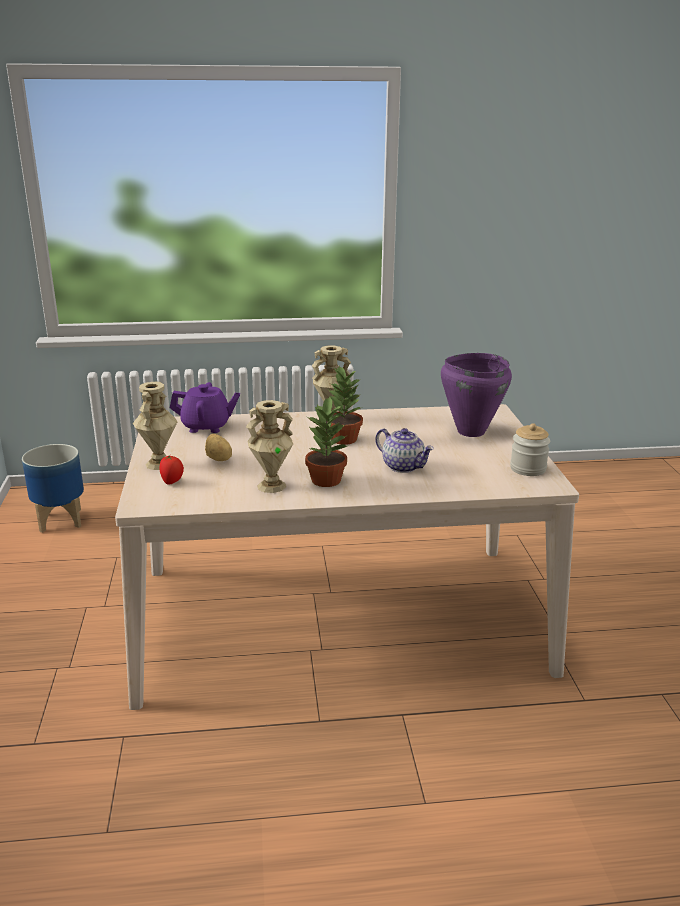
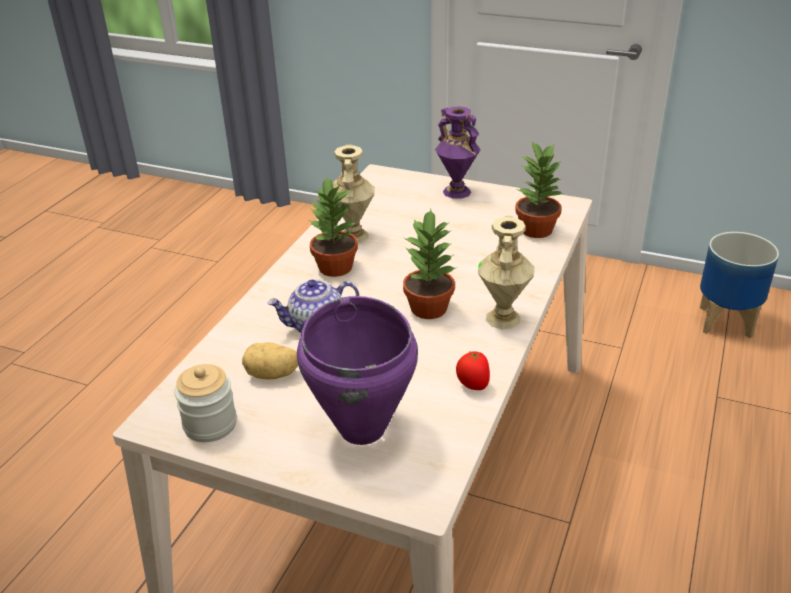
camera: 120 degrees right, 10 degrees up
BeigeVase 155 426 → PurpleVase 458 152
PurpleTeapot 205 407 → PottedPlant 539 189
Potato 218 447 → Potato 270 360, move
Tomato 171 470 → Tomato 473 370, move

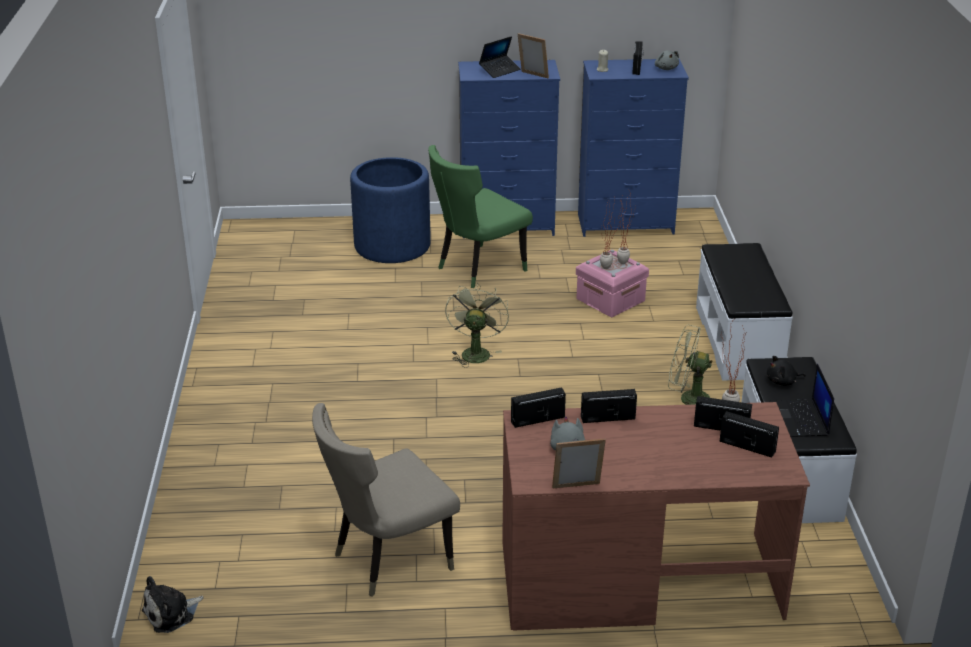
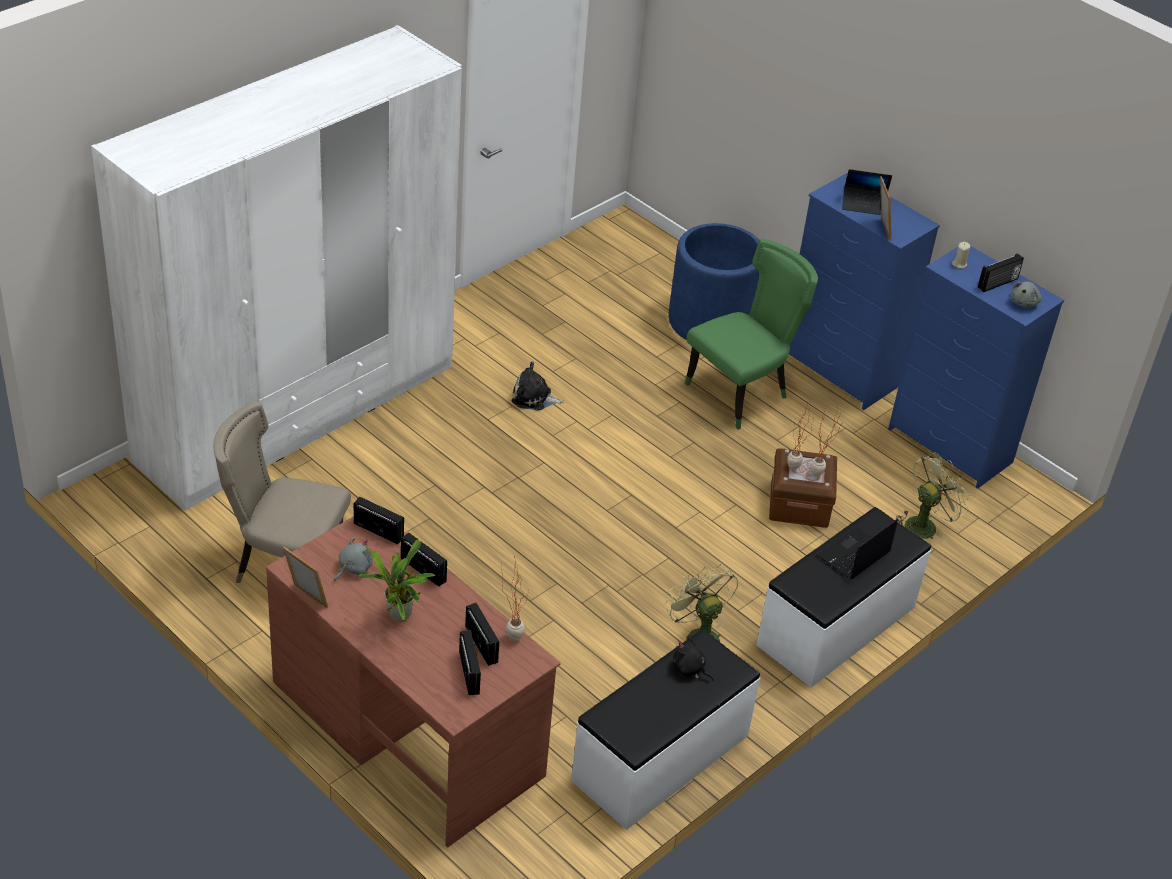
camera: 45 degrees right, 10 degrees up
GreenChair 480 216 → GreenChair 751 334, 135 degrees clockwise
PinkStorageBox 612 283 → BrownStorageBox 803 488
GreenFan 477 325 → GreenFan 933 497, move
Laptop 801 400 → Laptop 857 549, move
PlushToy 173 604 → PlushToy 538 386, move
- → WhiteWardrobe 276 268
- → PottedPlant 397 580

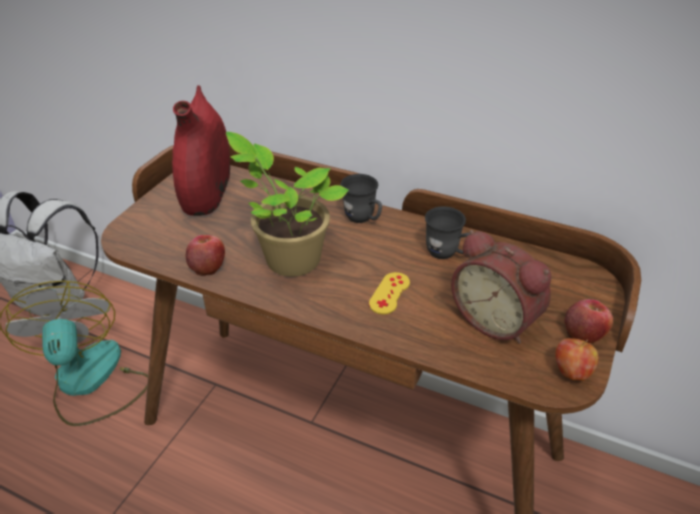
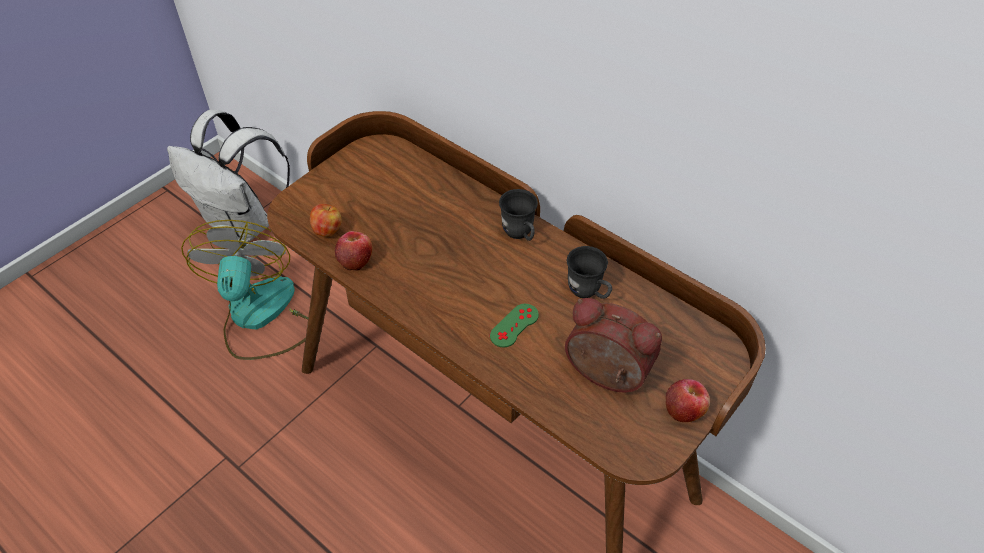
camera: 15 degrees right, 10 degrees up
RedVase 201 150 → -
PottedPlant 287 204 → -
AlarmClock 501 287 → AlarmClock 613 345, 150 degrees clockwise
YellowGameController 389 293 → GreenGameController 514 325
Apple 577 359 → Apple 326 220, move

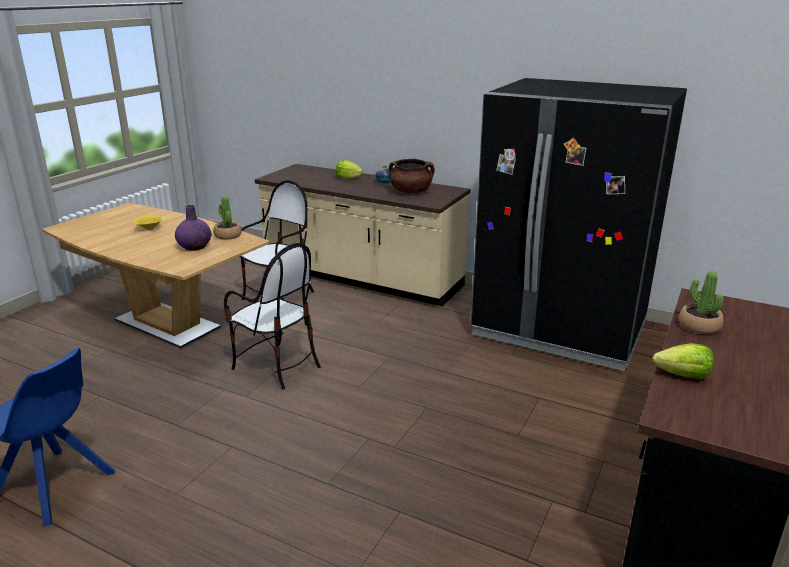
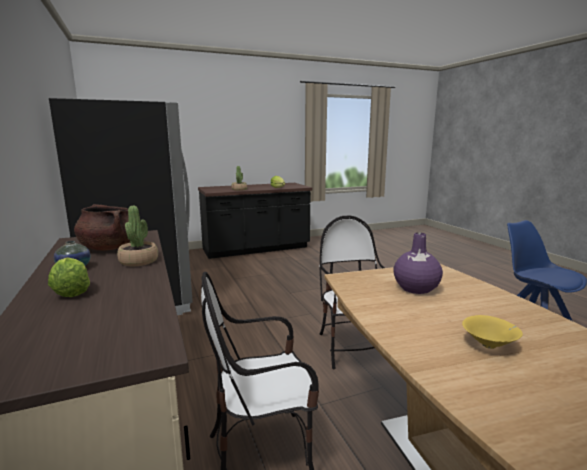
camera: 140 degrees left, 10 degrees down
PottedPlant 227 218 → PottedPlant 137 236, move

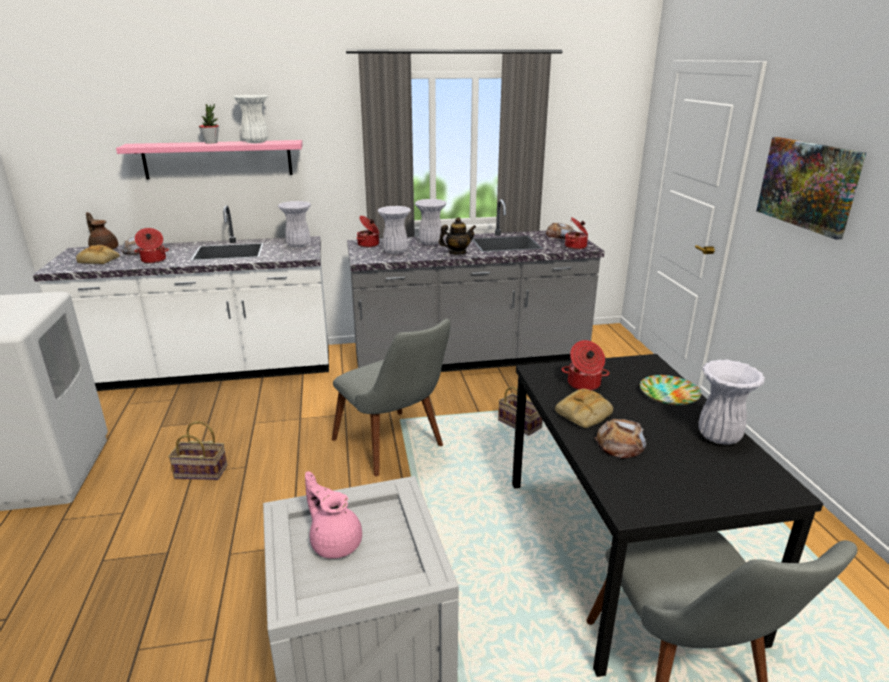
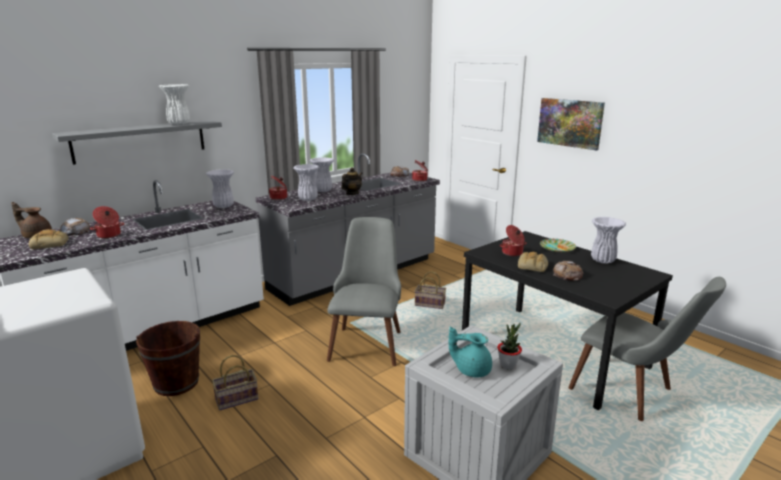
camera: 30 degrees left, 5 degrees down
PottedPlant 209 124 → PottedPlant 509 346, move
PinkShelf 209 160 → GreyShelf 137 142
GreyChair 391 398 → GreyChair 364 291, 105 degrees counterclockwise
PinkTeapot 333 515 → TurquoiseTeapot 470 352
- → BrownBucket 168 358

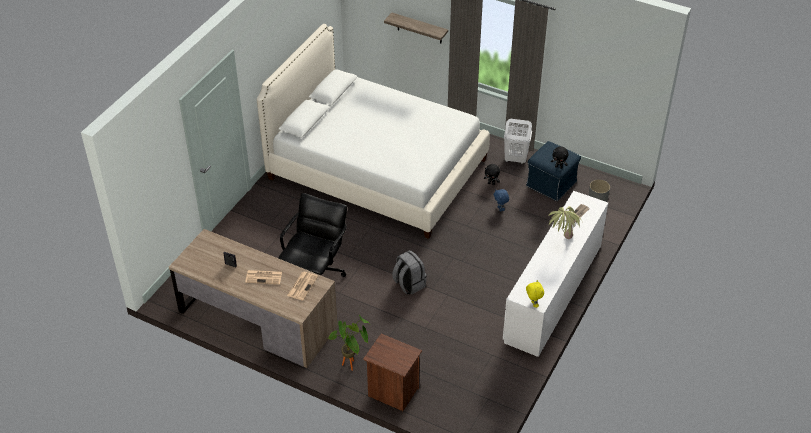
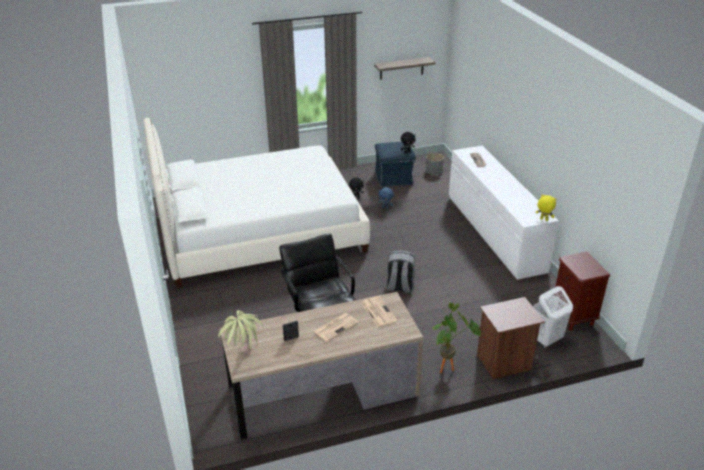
camera: 45 degrees left, 10 degrees down
Shelf 416 28 → Shelf 404 68, move
WhiteLaundryBasket 518 141 → WhiteLaundryBasket 553 317, move
PottedPlant 565 222 → PottedPlant 241 331, move
- → BrownNightstand 582 291

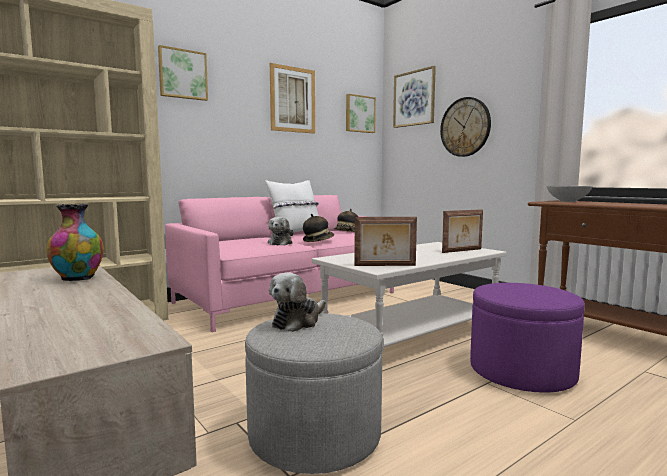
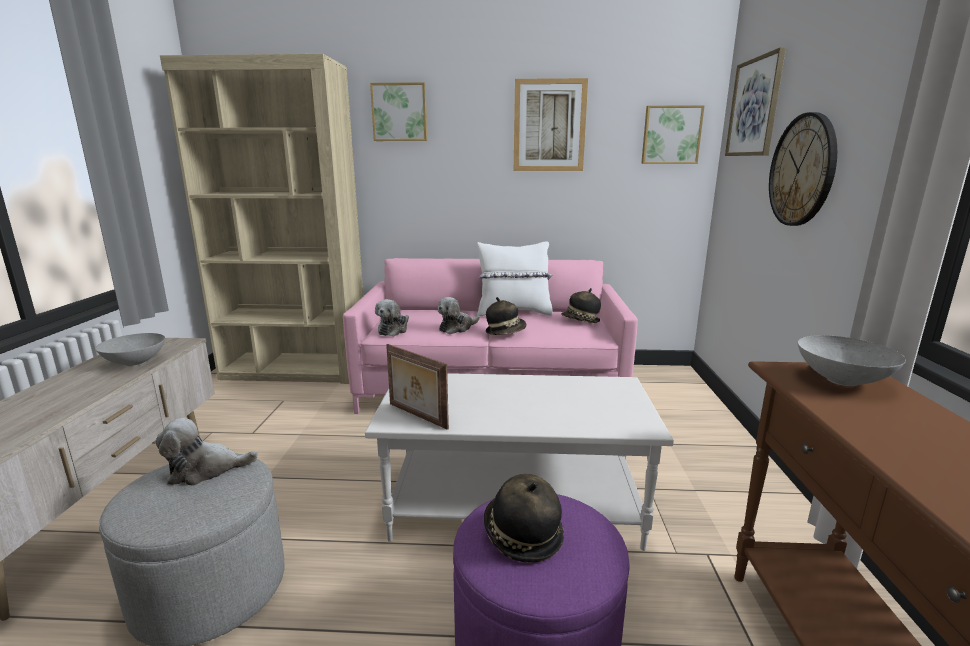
camera: 40 degrees right, 10 degrees up
Vase 75 242 → GreyBowl 130 349
PictureFrame 462 231 → -
- → PlushToy 392 317
- → Hat 524 518

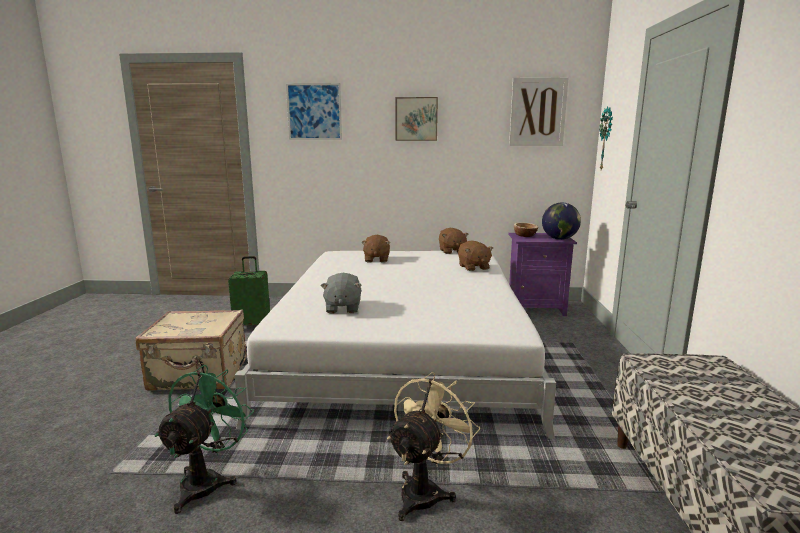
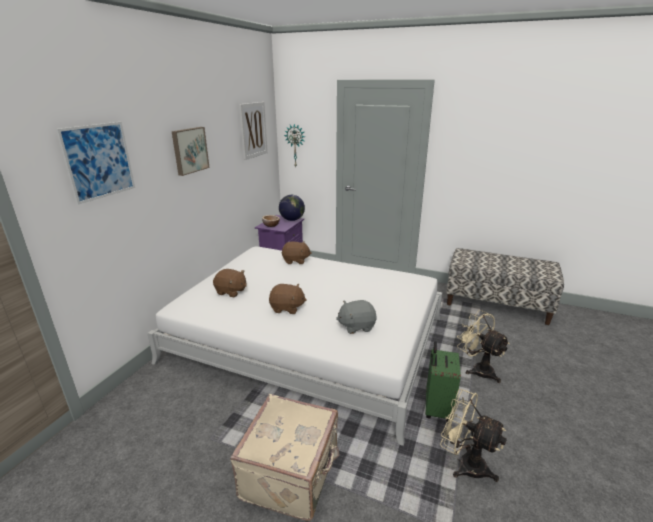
camera: 70 degrees left, 10 degrees up
BrownPlushToy 453 241 → BrownPlushToy 288 299, move
GreenSuitcase 249 290 → GreenSuitcase 443 381, move
GreyPlushToy 341 293 → GreyPlushToy 356 317, 150 degrees clockwise
GreenFan 204 439 → BeigeFan 473 435

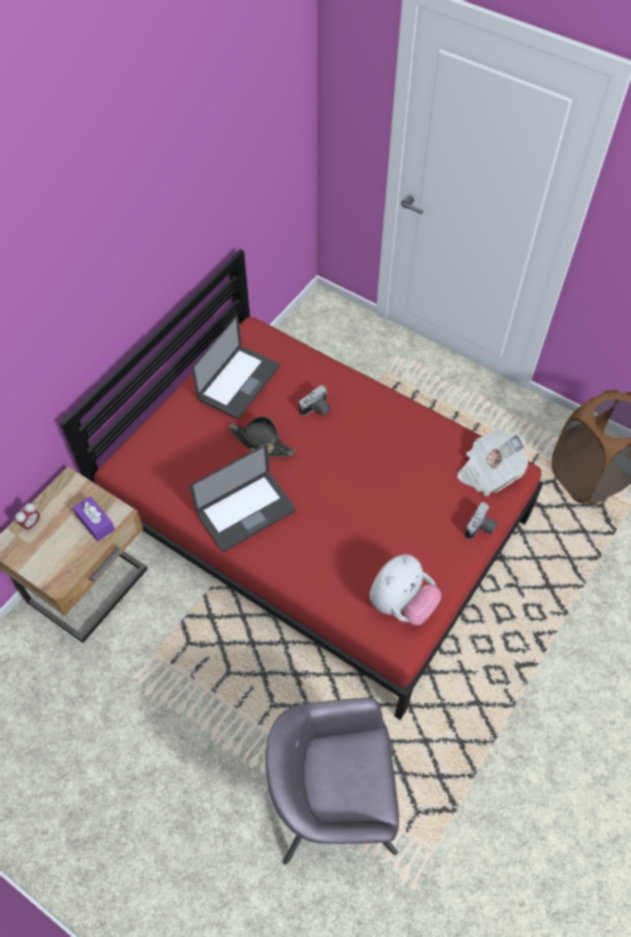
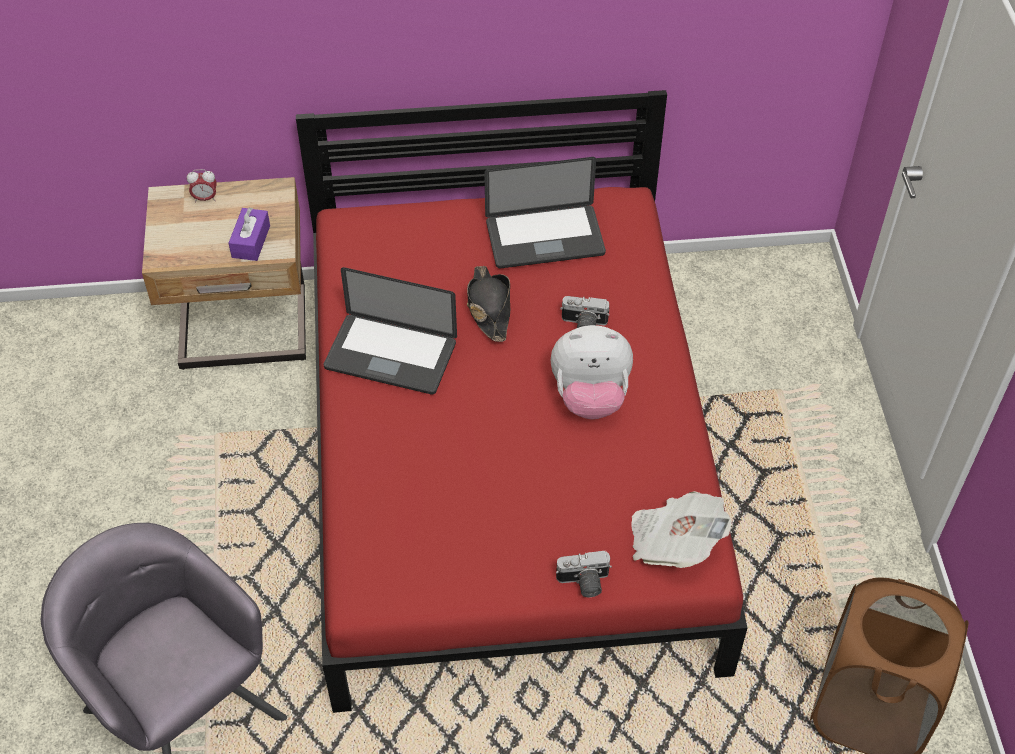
camera: 50 degrees right, 5 degrees down
PlushToy 405 590 → PlushToy 592 372, move

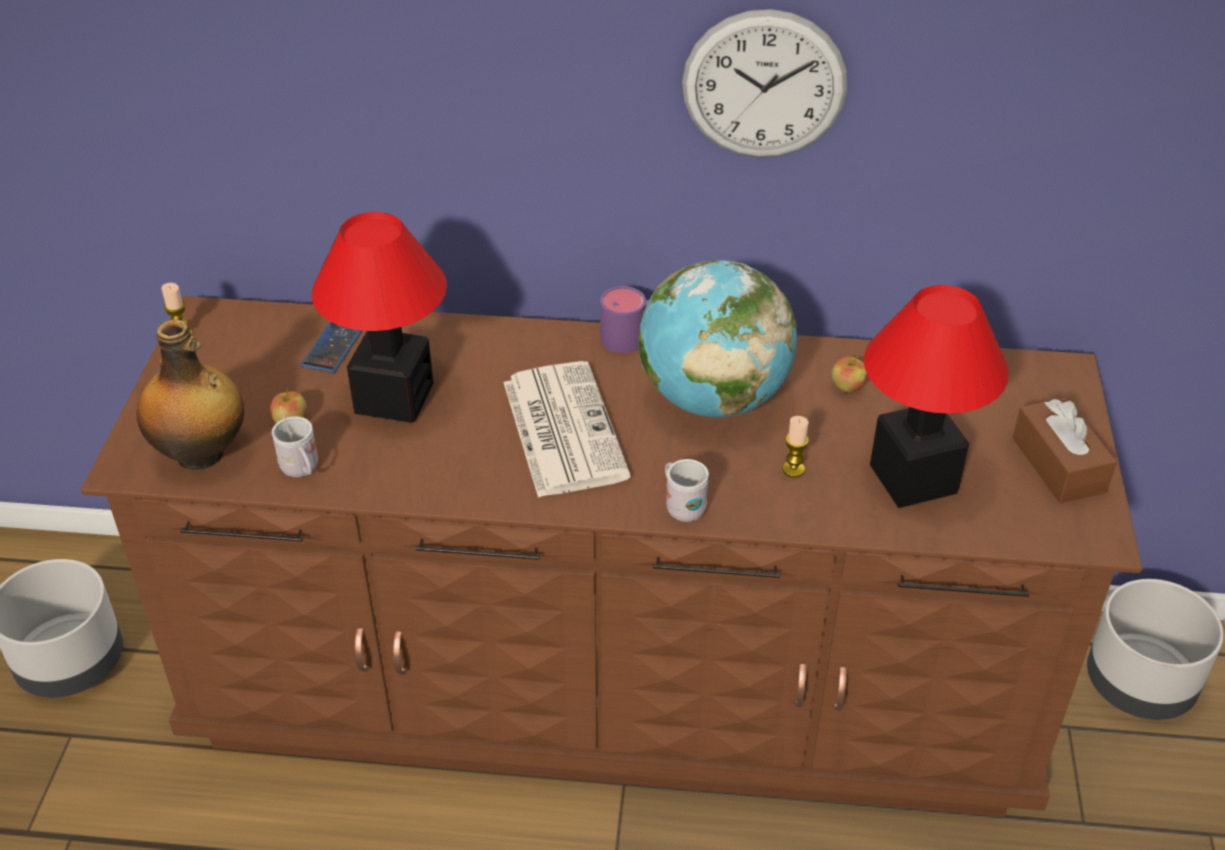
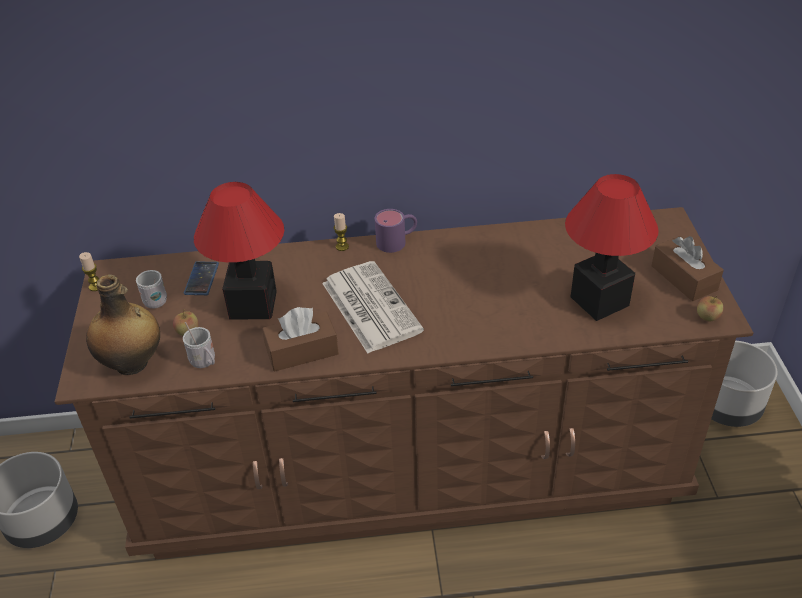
camera: 10 degrees left, 0 degrees up
WallClock 764 83 → -
Globe 718 339 → -
Apple 849 373 → Apple 710 308, move
Candle 796 446 → Candle 341 232, move
WhiteMug 687 490 → WhiteMug 151 289, move
- → BrownTissueBox 300 339

